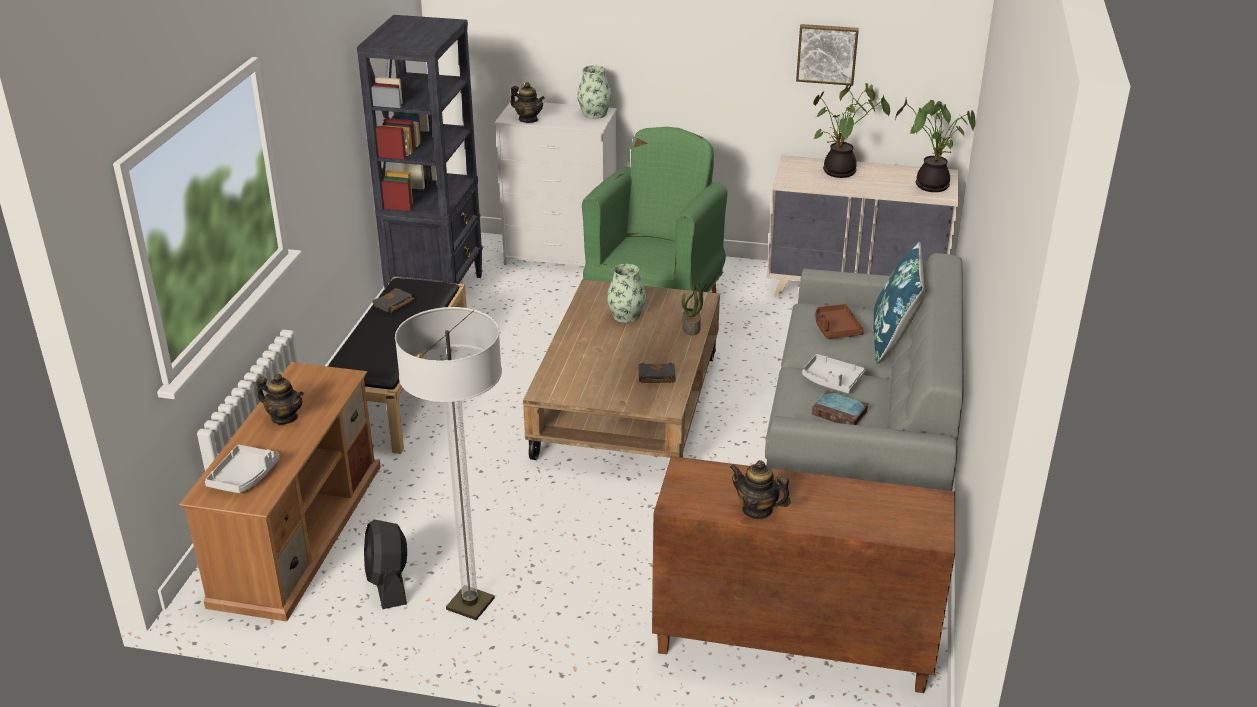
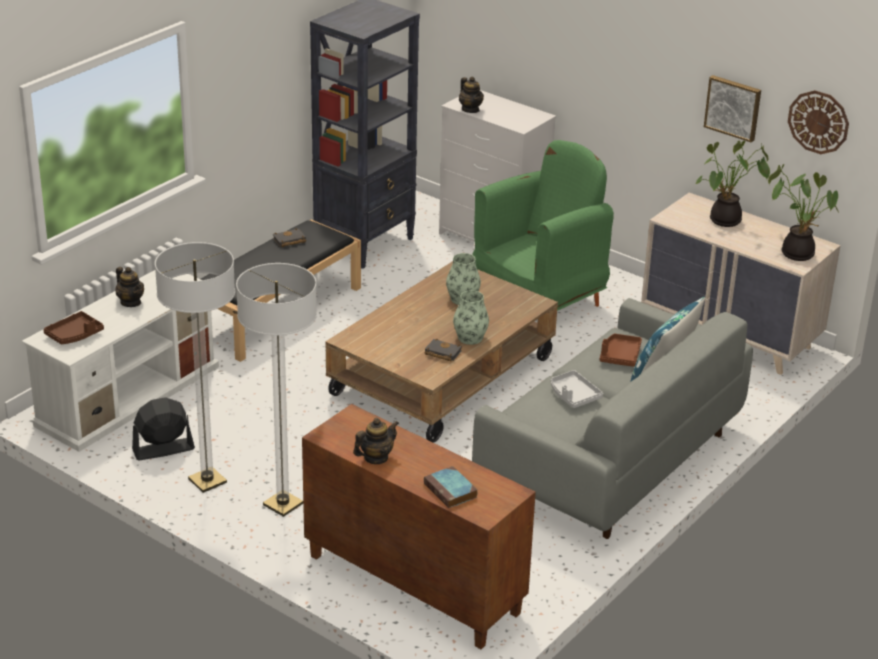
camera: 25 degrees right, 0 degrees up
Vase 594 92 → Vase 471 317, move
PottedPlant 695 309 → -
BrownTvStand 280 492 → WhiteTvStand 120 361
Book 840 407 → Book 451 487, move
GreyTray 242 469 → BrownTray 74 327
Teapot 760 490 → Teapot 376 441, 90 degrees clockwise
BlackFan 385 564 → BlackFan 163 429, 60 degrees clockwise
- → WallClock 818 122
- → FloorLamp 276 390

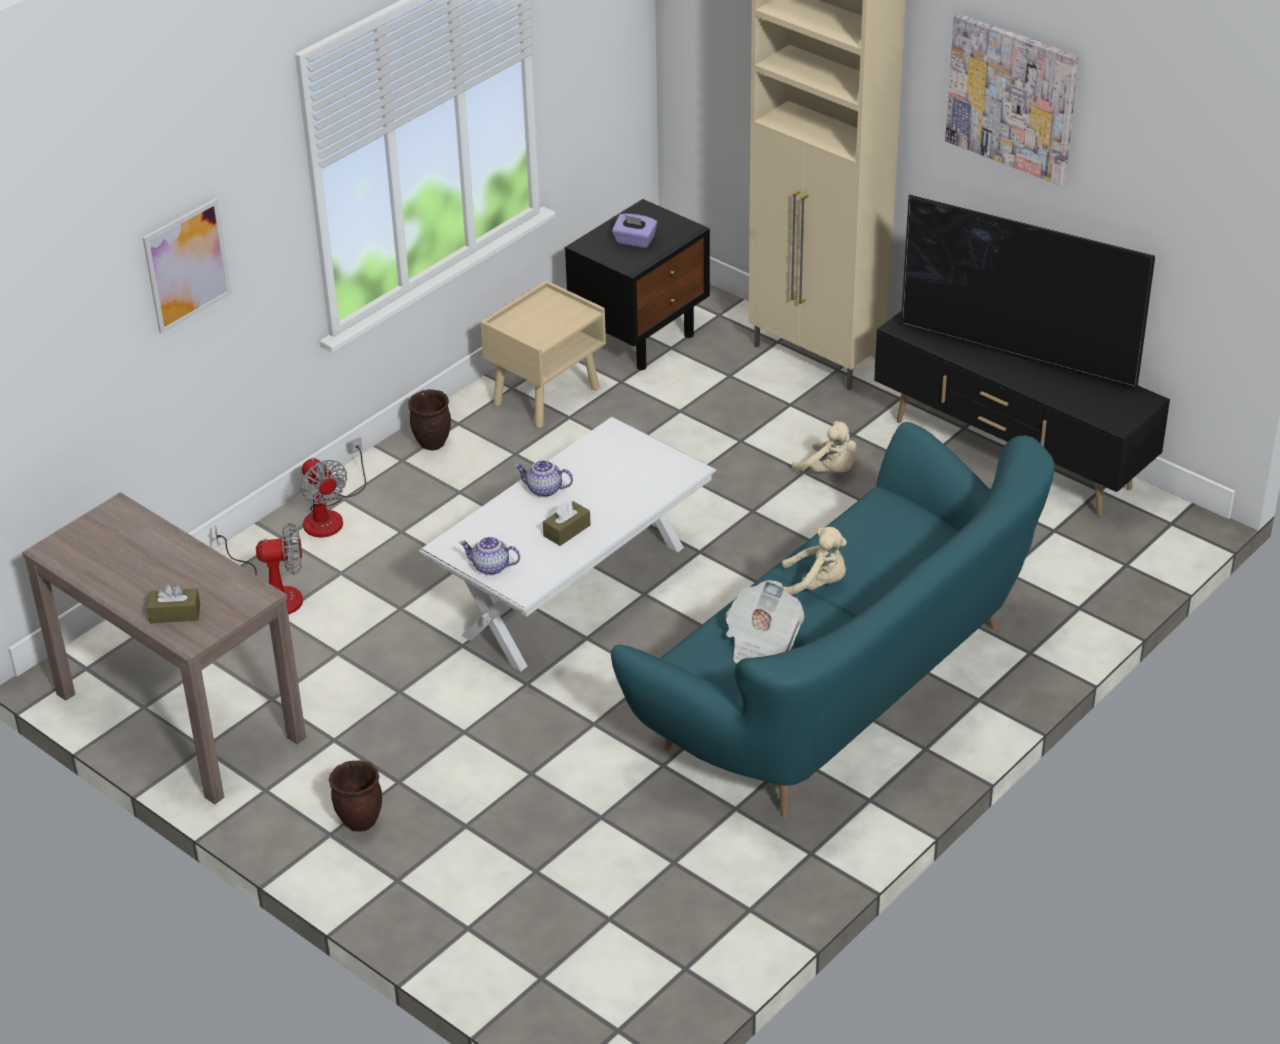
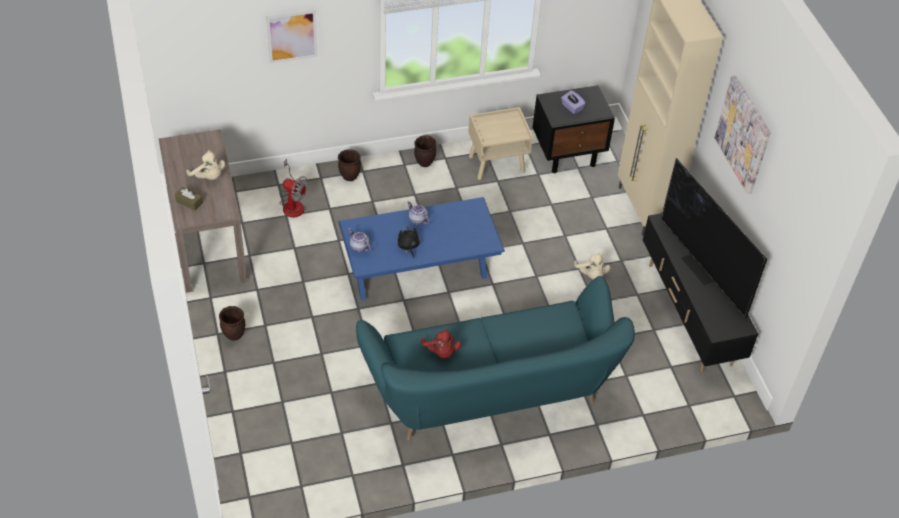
camera: 30 degrees right, 10 degrees up
WhiteCoffeeTable 567 544 → BlueCoffeeTable 421 249
Fan 333 487 → BrownPlanter 349 165
BrownTissueBox 567 522 → BlackPlushToy 409 242
BeigePlushToy 814 561 → BeigePlushToy 205 165, move
Newspaper 764 622 → RedPlushToy 441 344

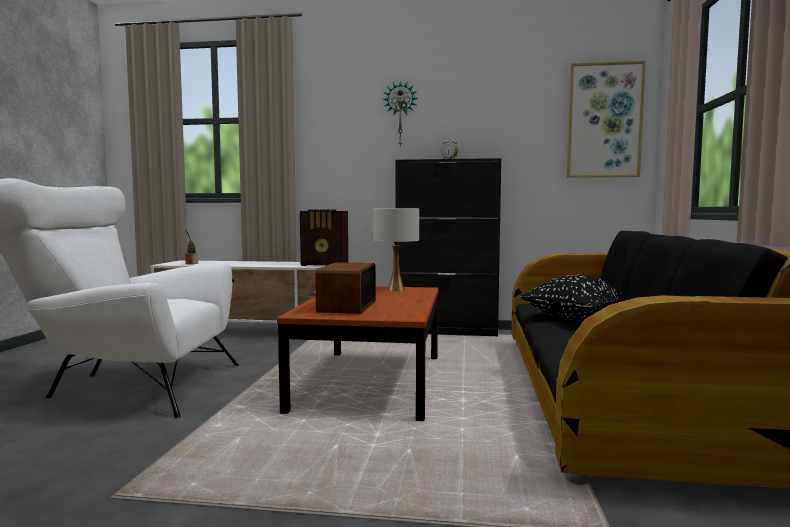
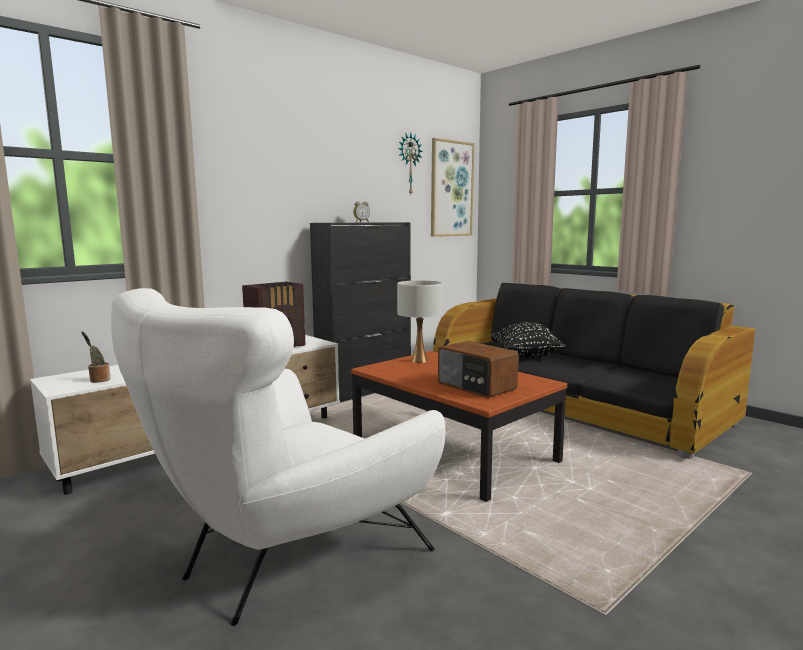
camera: 50 degrees left, 5 degrees up
WallClock 400 113 → WallClock 410 163, move

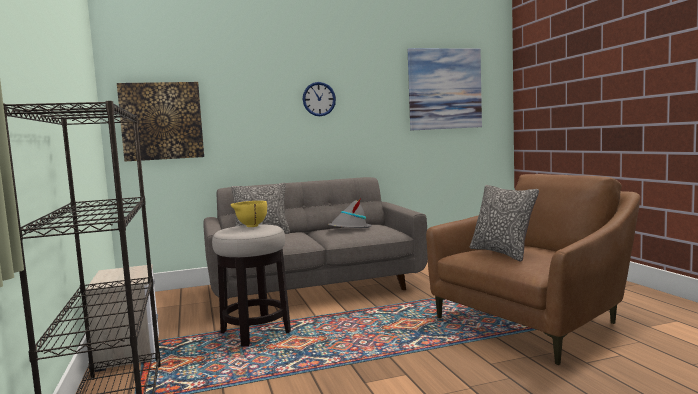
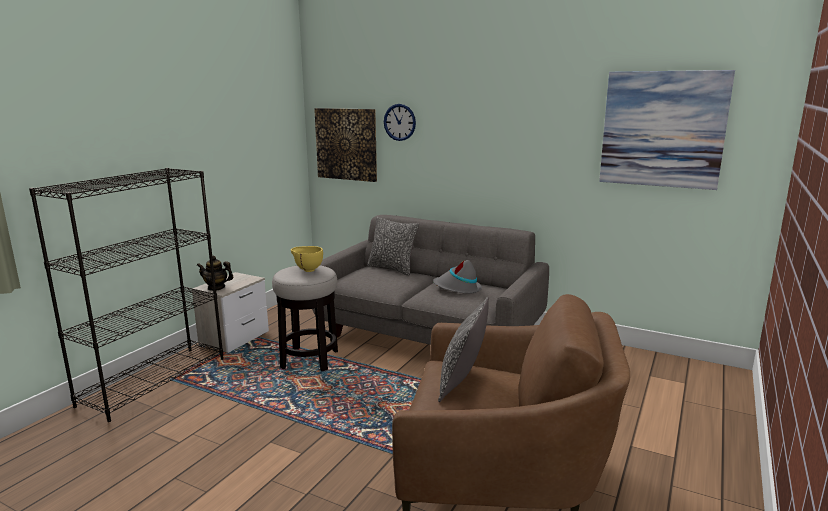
camera: 45 degrees right, 10 degrees up
WallClock 319 99 → WallClock 400 122, move
- → Teapot 215 273

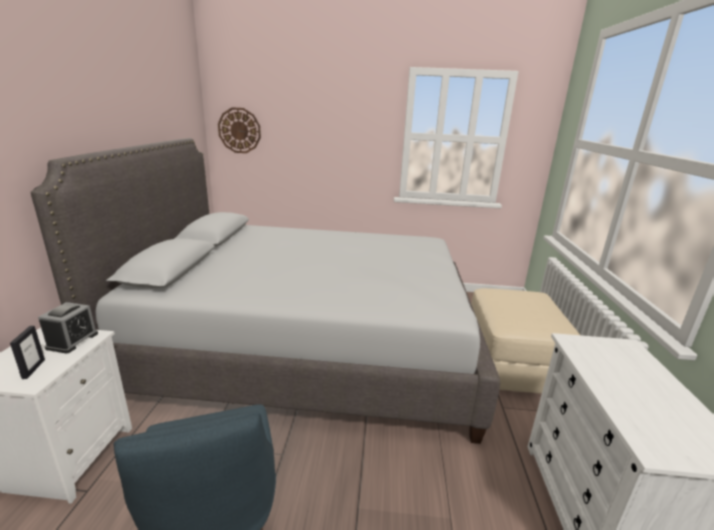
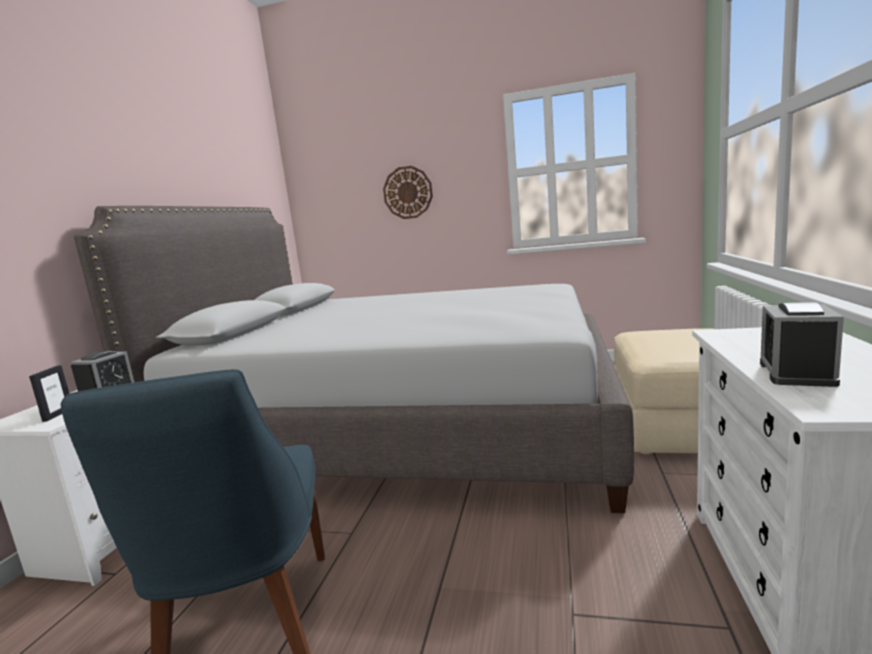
camera: 10 degrees right, 10 degrees down
WallClock 239 130 → WallClock 408 192, move
- → AlarmClock 802 344

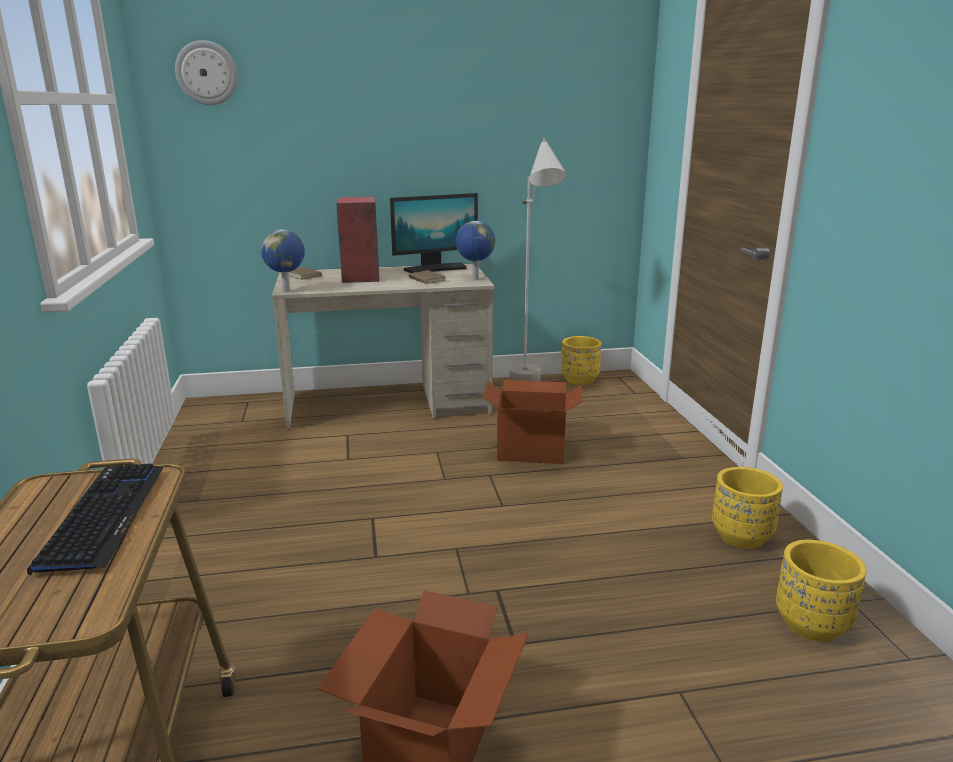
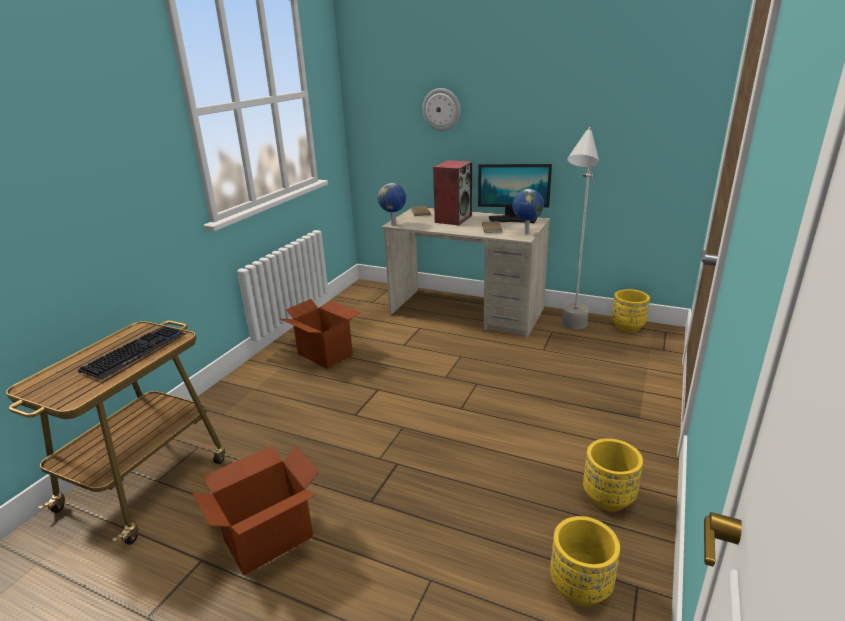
camera: 35 degrees right, 5 degrees up
WallClock 206 72 → WallClock 441 109, move
CardboardBox 532 422 → CardboardBox 320 334, move

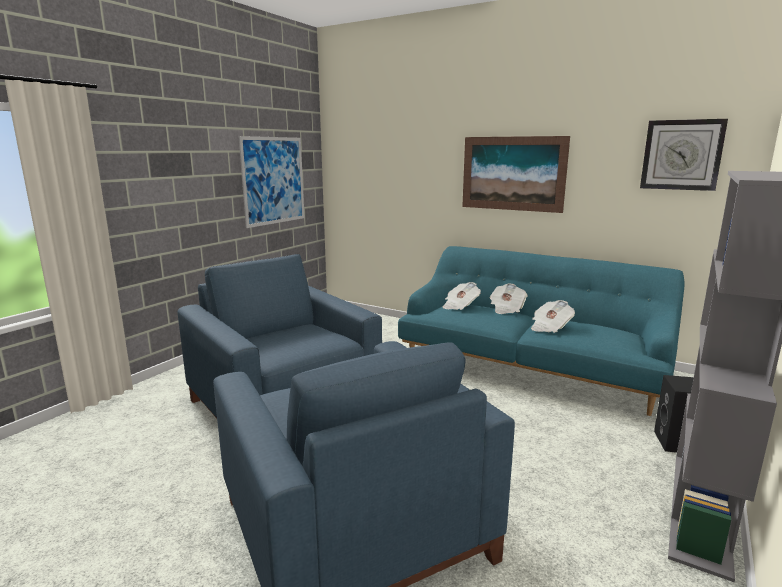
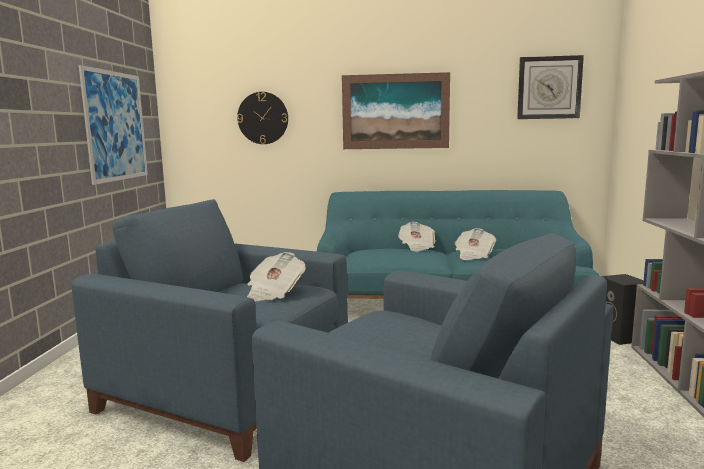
camera: 25 degrees left, 5 degrees down
Newspaper 462 296 → Newspaper 276 276, move
- → WallClock 262 118

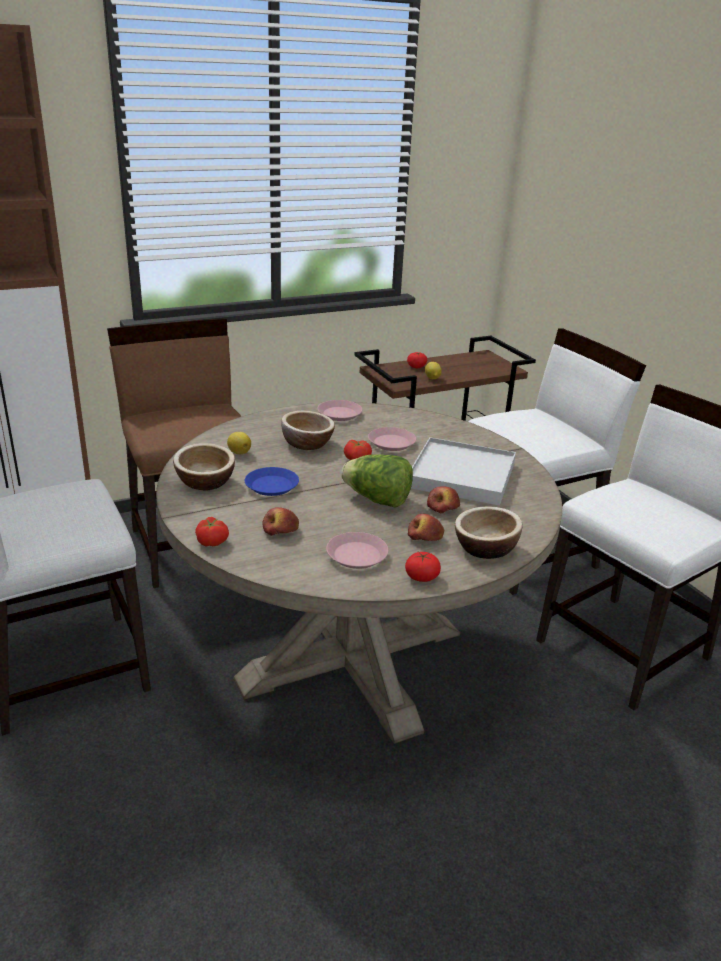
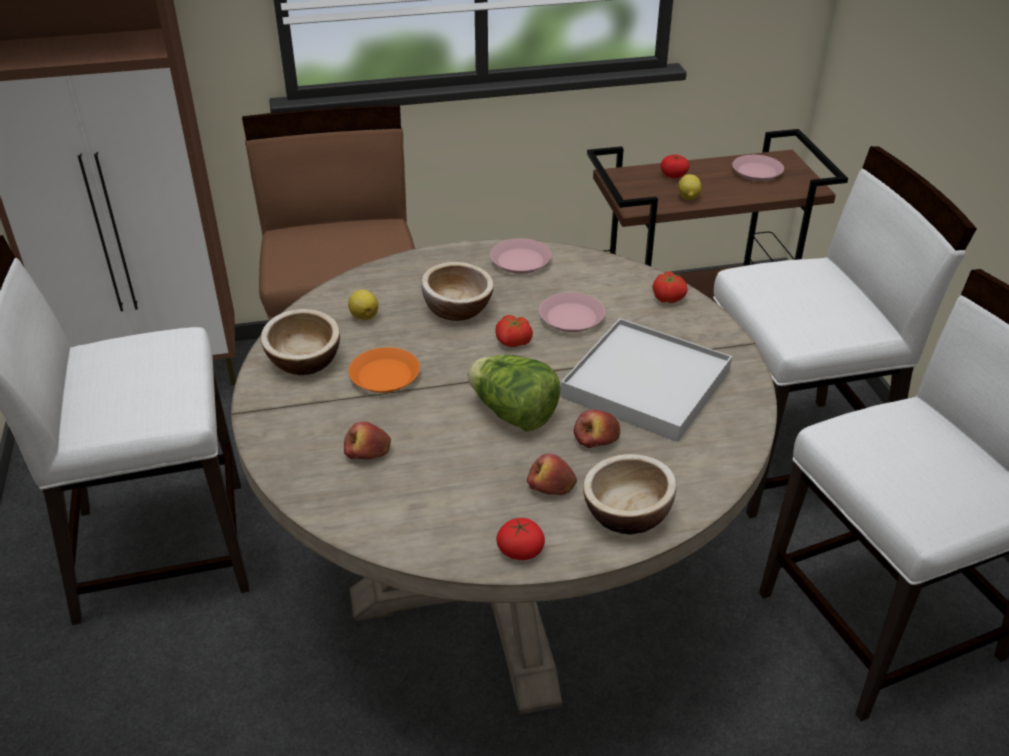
camera: 15 degrees right, 10 degrees up
BluePlate 272 481 → OrangePlate 384 370
Tomato 212 531 → Tomato 670 287, move
PinkPlate 357 550 → PinkPlate 758 168, move

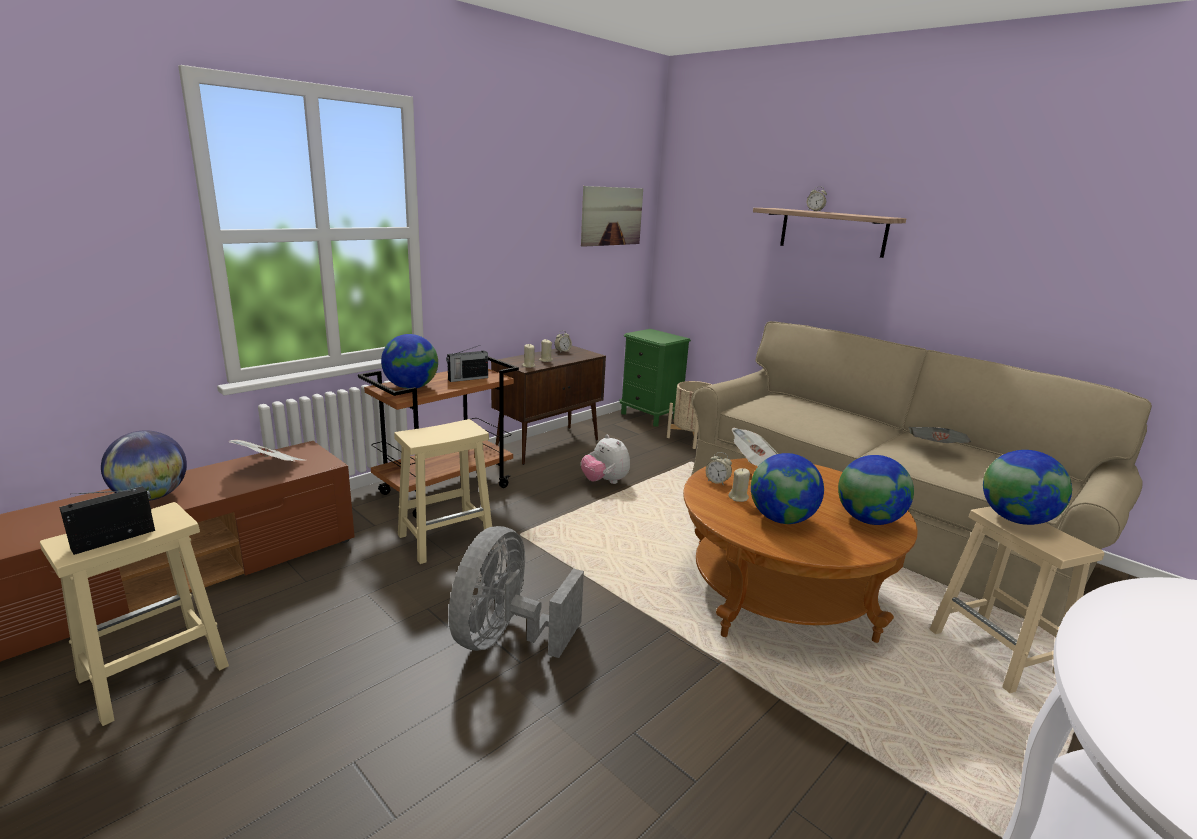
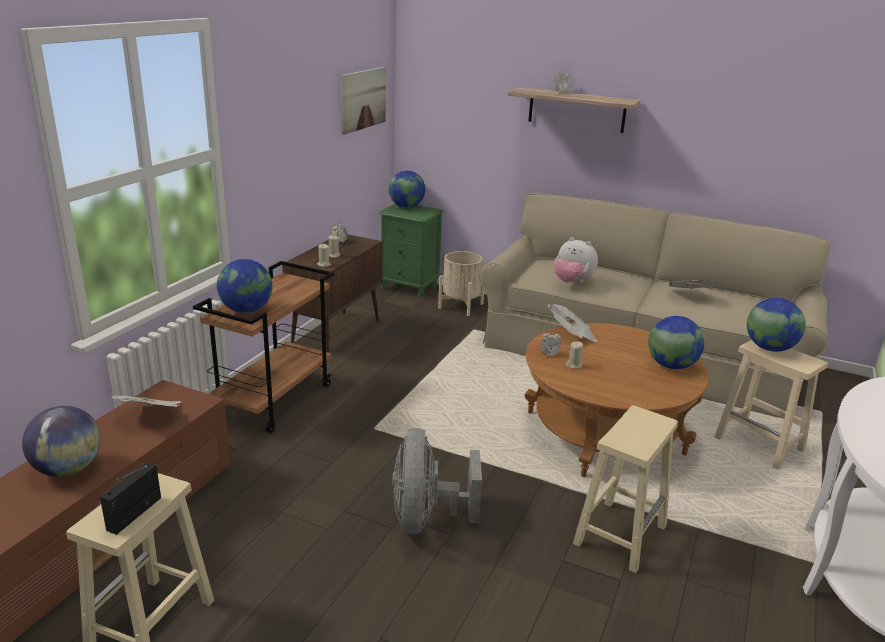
camera: 20 degrees left, 5 degrees up
Radio 467 363 → -
BeigeStool 443 491 → BeigeStool 625 489, move
PlushToy 605 459 → PlushToy 576 260, move
Globe 787 488 → Globe 407 189, move

